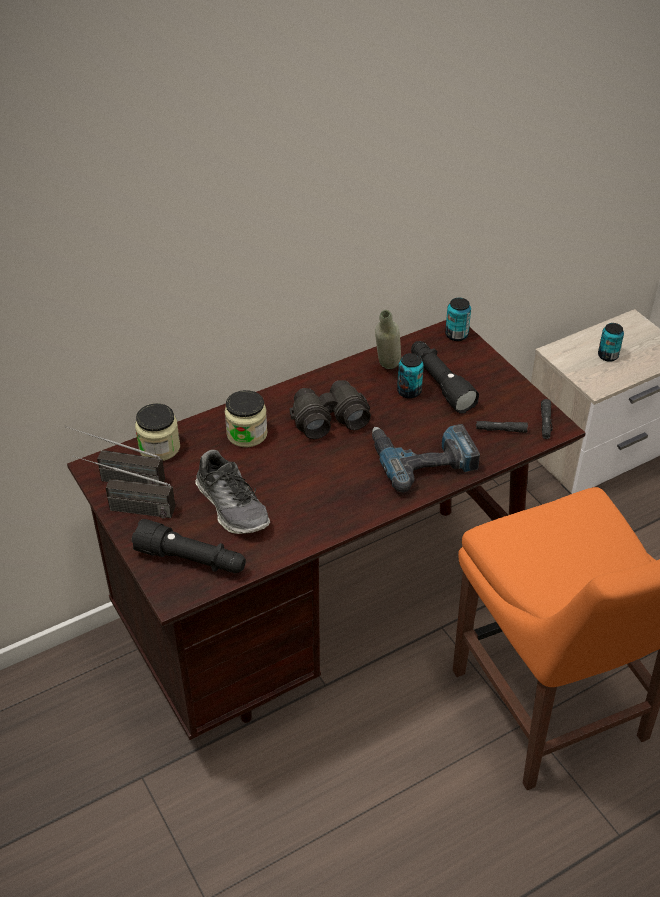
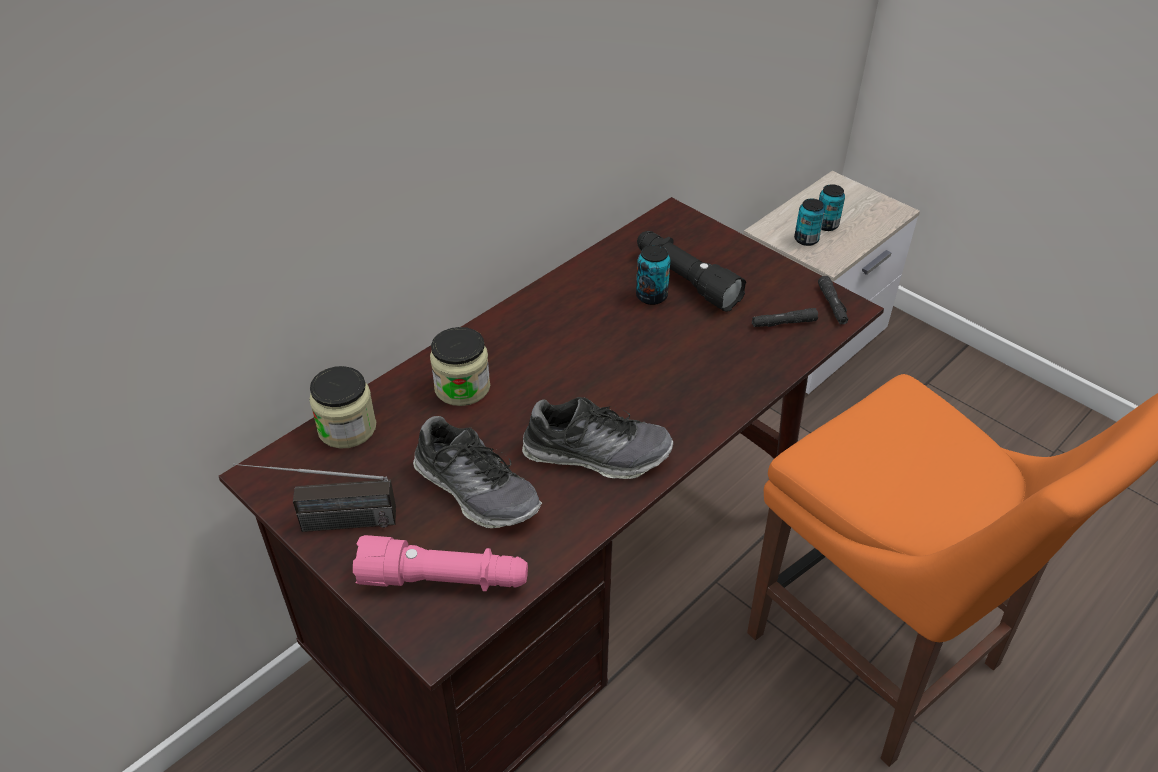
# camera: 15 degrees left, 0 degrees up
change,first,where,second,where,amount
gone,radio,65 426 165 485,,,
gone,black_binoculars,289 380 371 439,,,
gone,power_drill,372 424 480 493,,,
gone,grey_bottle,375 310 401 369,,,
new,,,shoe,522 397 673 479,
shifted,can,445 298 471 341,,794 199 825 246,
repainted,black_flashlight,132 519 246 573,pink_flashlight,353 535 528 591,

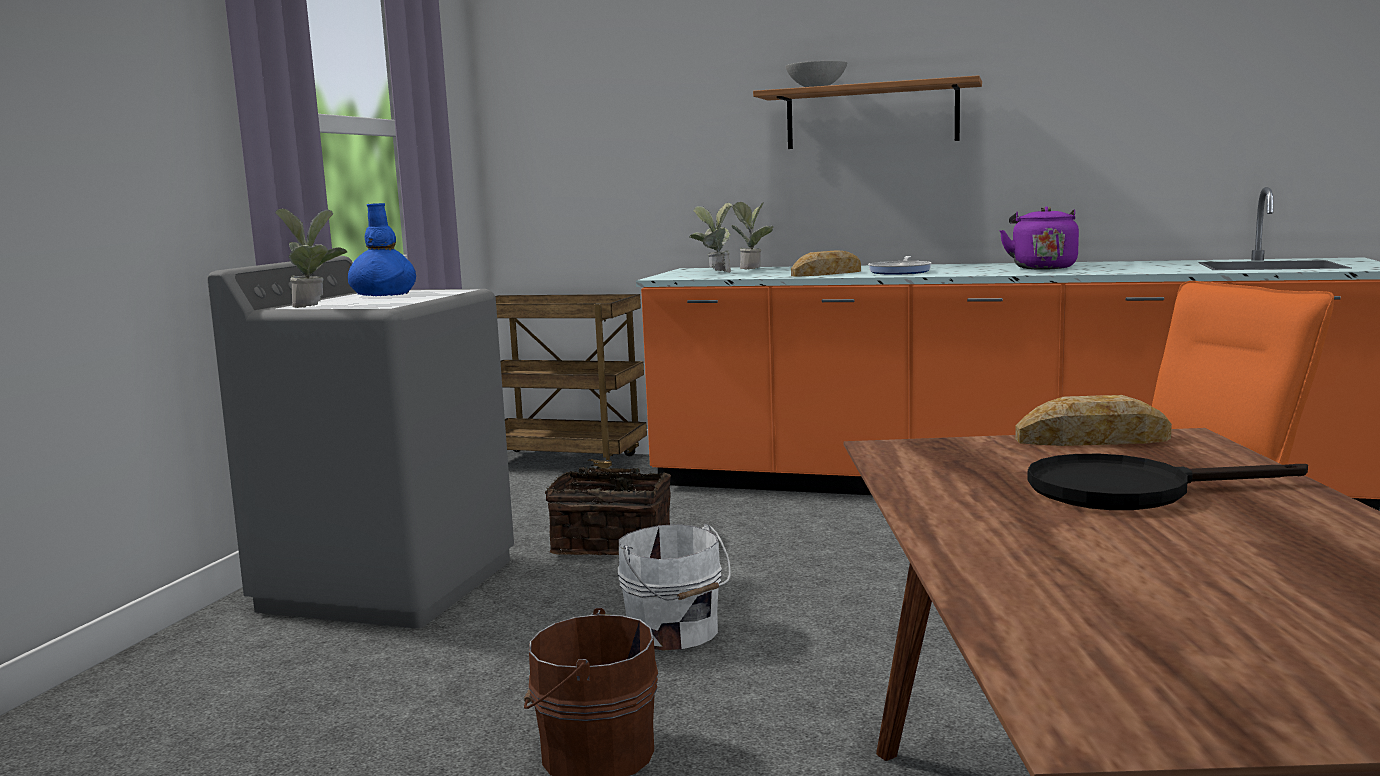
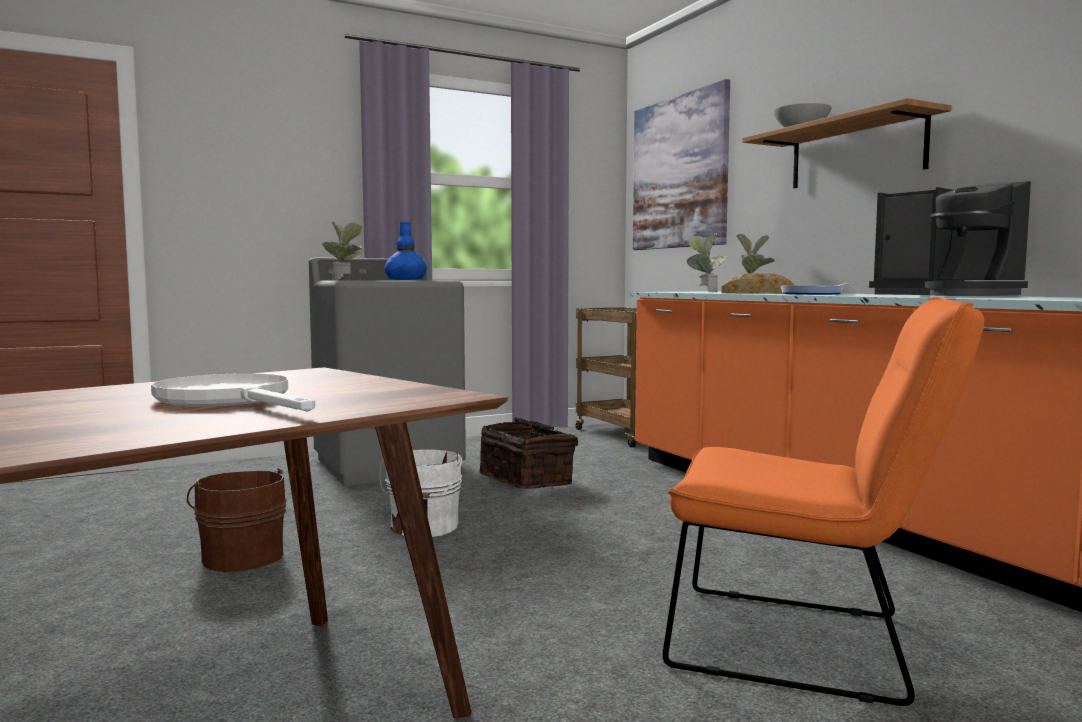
# camera: 45 degrees right, 5 degrees down
change,first,where,second,where,amount
gone,bread,1015 395 1172 446,,,
new,,,picture,633 79 730 250,
swapped,purple_kettle,999 206 1079 270,coffee_machine,869 181 1031 296,
repainted,black_frying_pan,1027 454 1308 510,white_frying_pan,151 373 315 412,

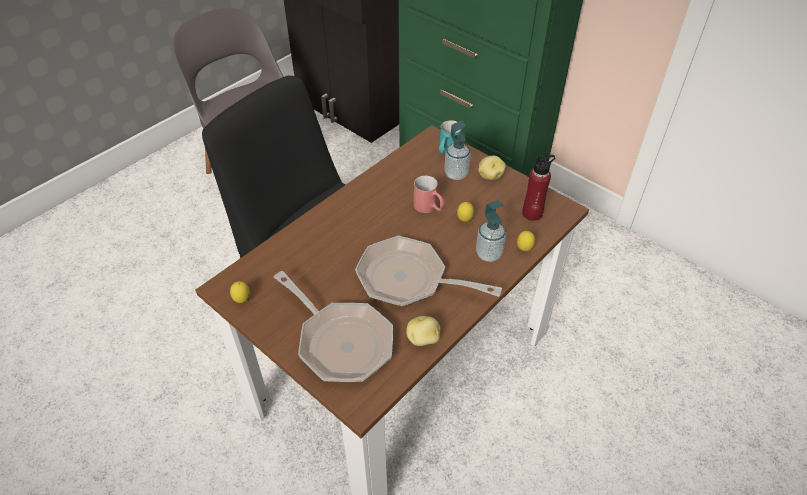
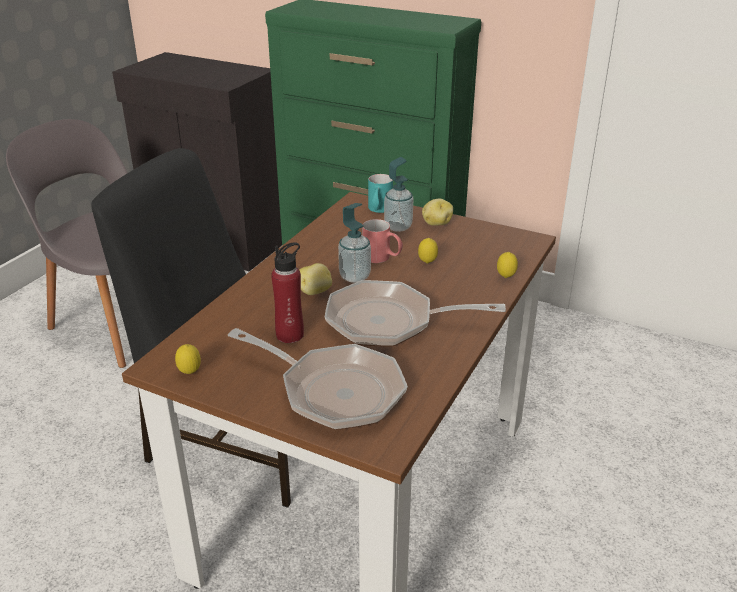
# camera: 15 degrees left, 15 degrees down
change,first,where,second,where,amount
shifted,potato,406 316 440 346,,299 263 332 295,
shifted,soap_dispenser,476 200 506 262,,338 203 371 283,
shifted,red_bottle,522 155 555 221,,271 242 304 343,

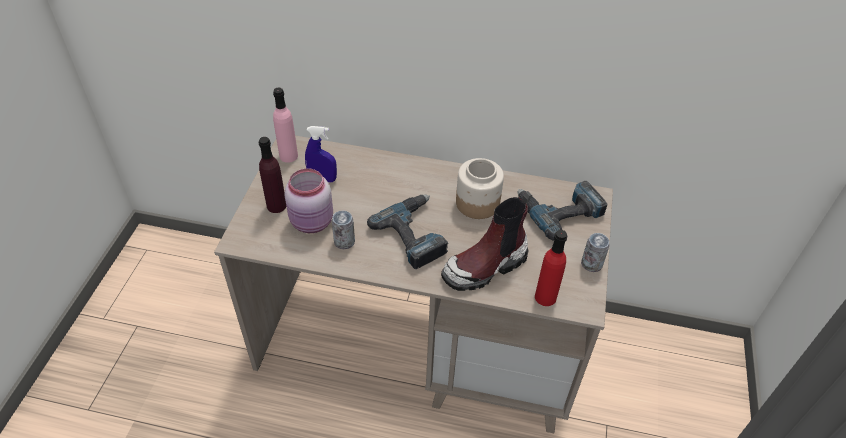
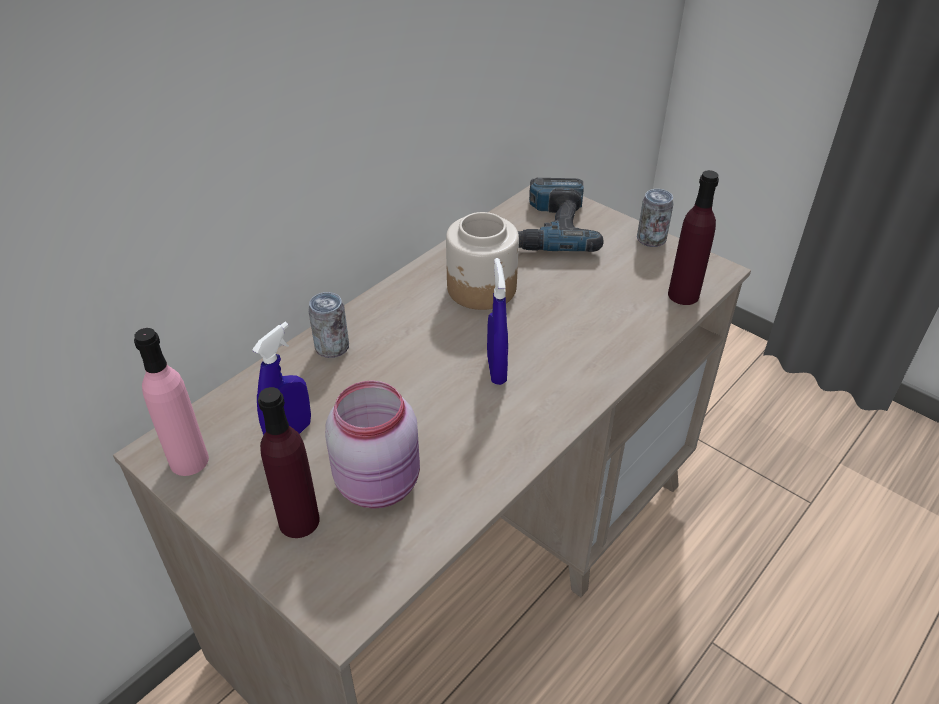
# camera: 60 degrees left, 5 degrees down
change,first,where,second,where,amount
gone,boot,441 191 532 291,,,
shifted,can,332 210 355 249,,309 292 349 358,
swapped,power_drill,367 194 449 269,blue_spray_bottle,487 258 508 385,
repainted,red_bottle,535 230 567 306,purple_bottle,668 170 719 305,

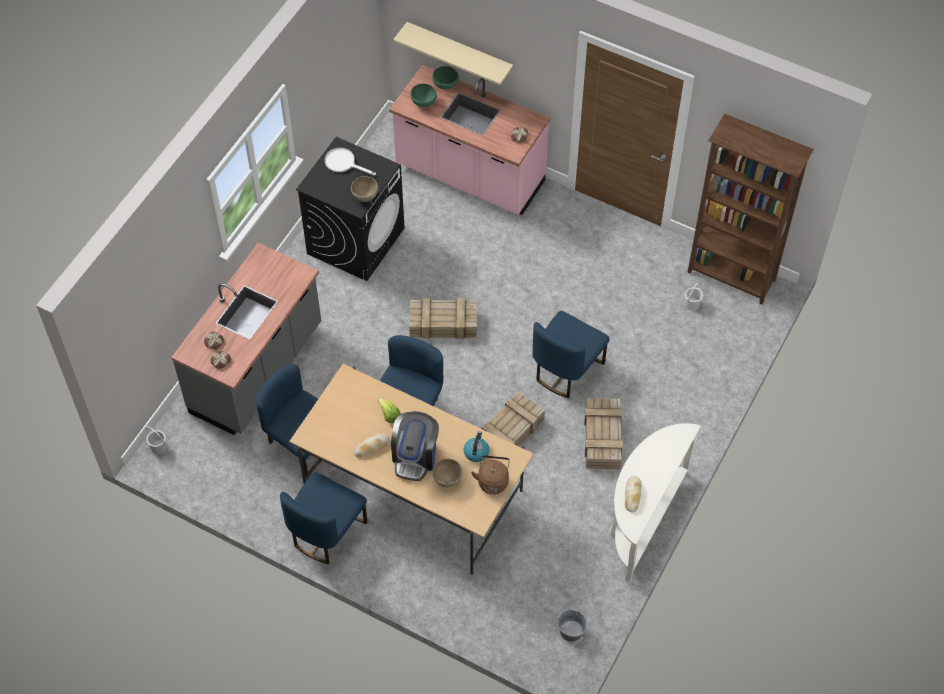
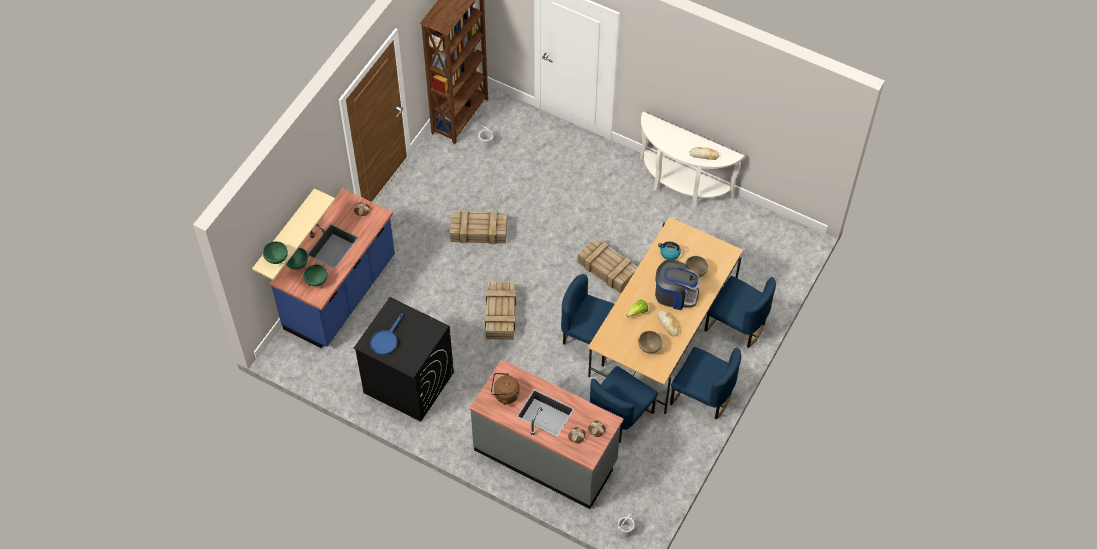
# camera: 90 degrees left, 0 degrees up
change,first,where,second,where,amount
gone,grey_bucket,557 609 587 642,,,
new,,,green_bowl,263 241 288 264,
shifted,brown_bowl,351 176 378 202,,638 331 662 354,
shifted,brown_kettle,471 455 510 494,,491 373 520 405,
shifted,blue_chair,532 311 609 398,,704 276 776 348,
shifted,crate,584 398 623 469,,450 210 507 244,
repainted,white_frying_pan,325 148 376 175,blue_frying_pan,370 314 403 355,
repainted,pink_counter,389 65 550 215,blue_counter,270 188 395 348,

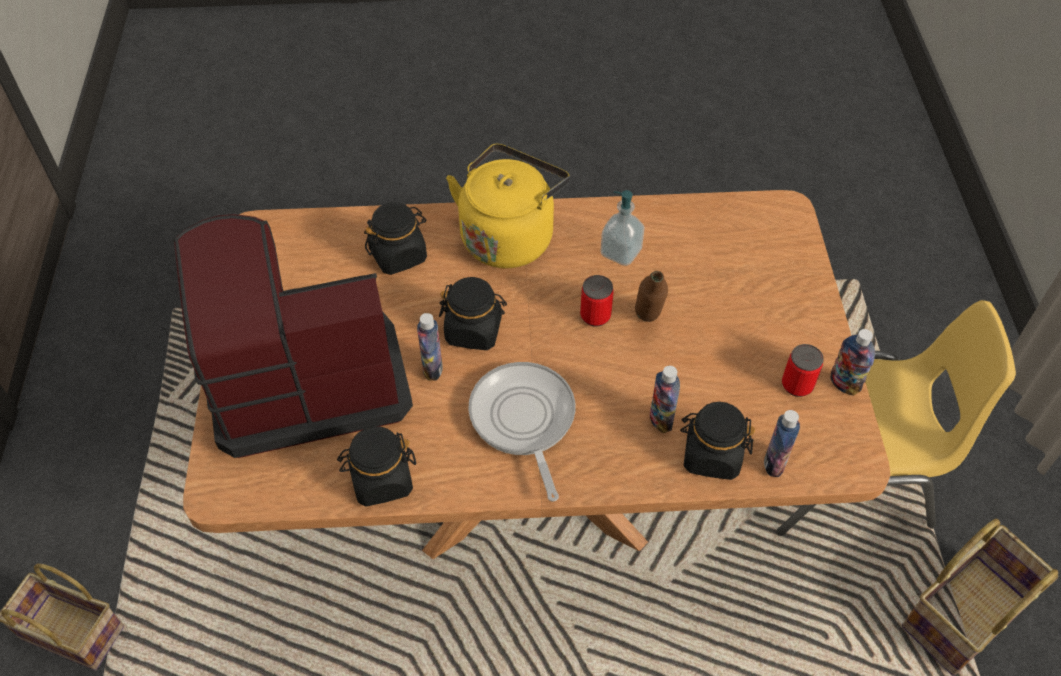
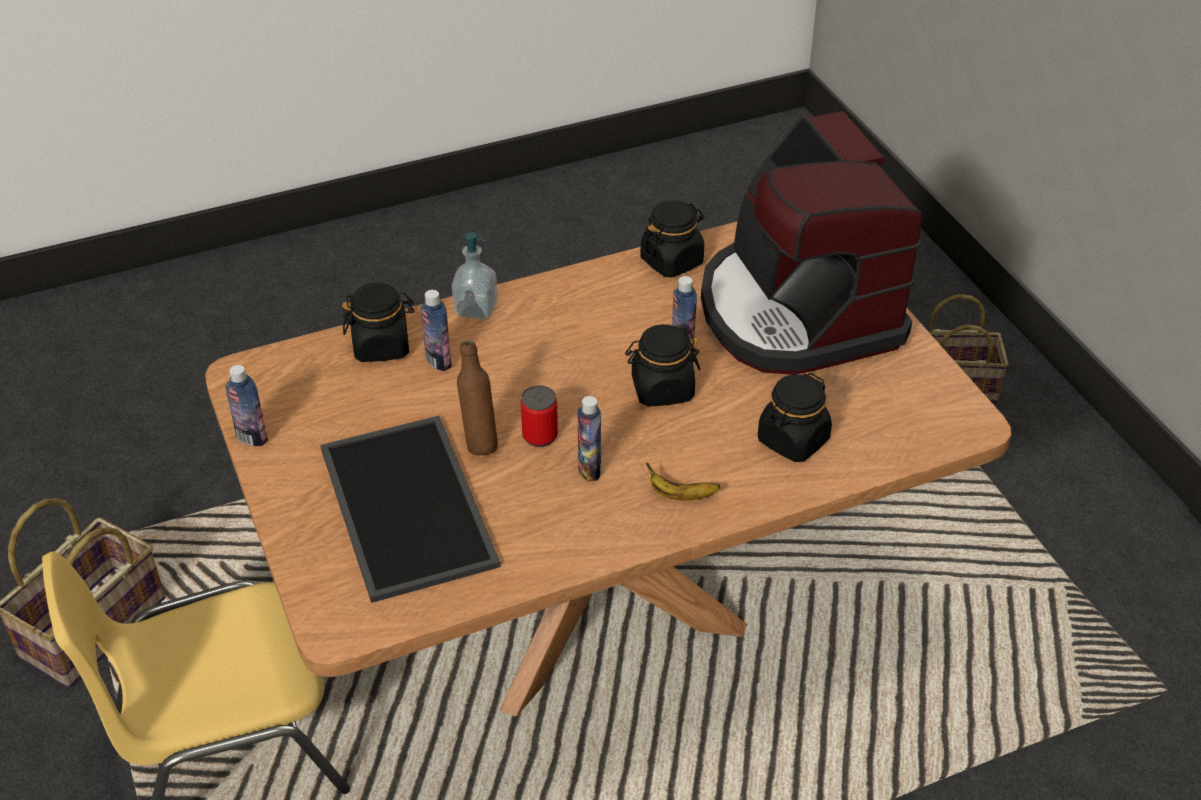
# camera: 160 degrees right, 10 degrees down
change,first,where,second,where,amount
gone,frying_pan,468 362 575 502,,,
gone,can,782 344 824 397,,,
new,,,tray,320 416 500 603,
shifted,soap_dispenser,600 190 645 266,,452 232 498 320,
shifted,bottle,764 410 800 477,,577 396 601 482,
swapped,yellow_kettle,446 144 570 268,banana,646 462 720 500,
rotated,coffee_machine,173 214 413 458,,701 111 923 375,105 degrees clockwise

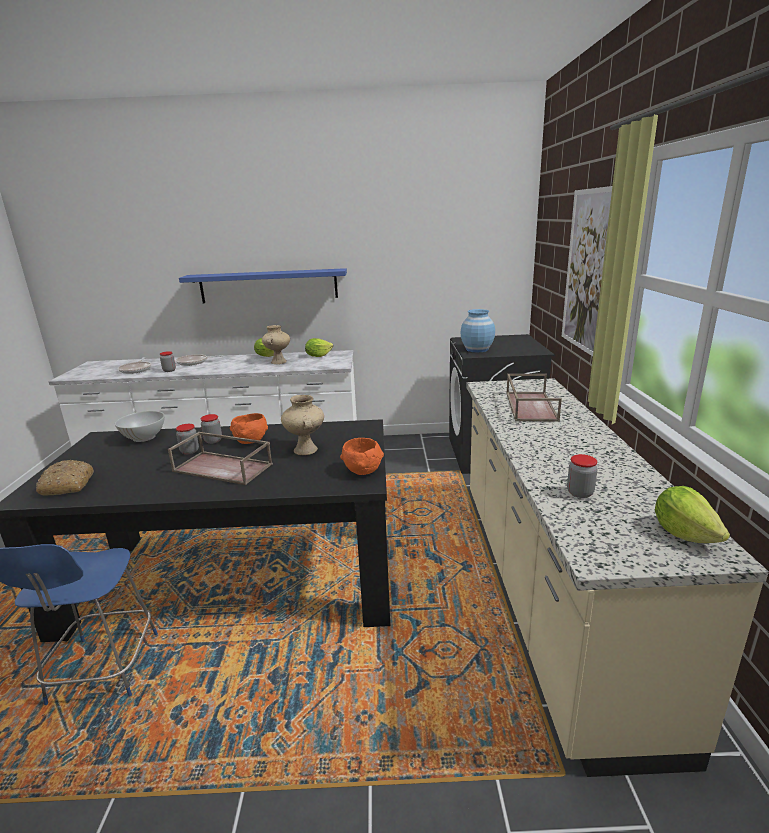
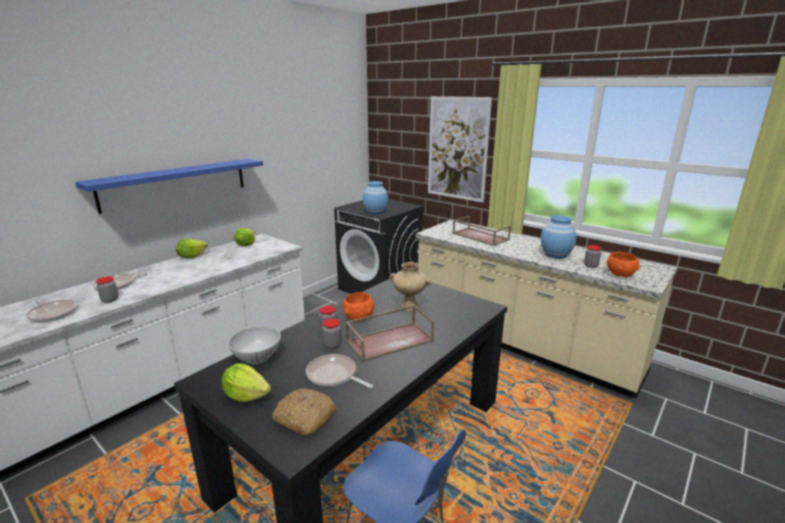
# camera: 50 degrees left, 0 degrees up
change,first,where,second,where,amount
gone,beige_vase,262 325 290 364,,,
new,,,frying_pan,306 354 373 388,
new,,,blue_vase,541 215 577 259,
shifted,orange_bowl,340 438 384 475,,606 252 640 277,
shifted,lettuce,655 486 730 543,,222 363 271 402,

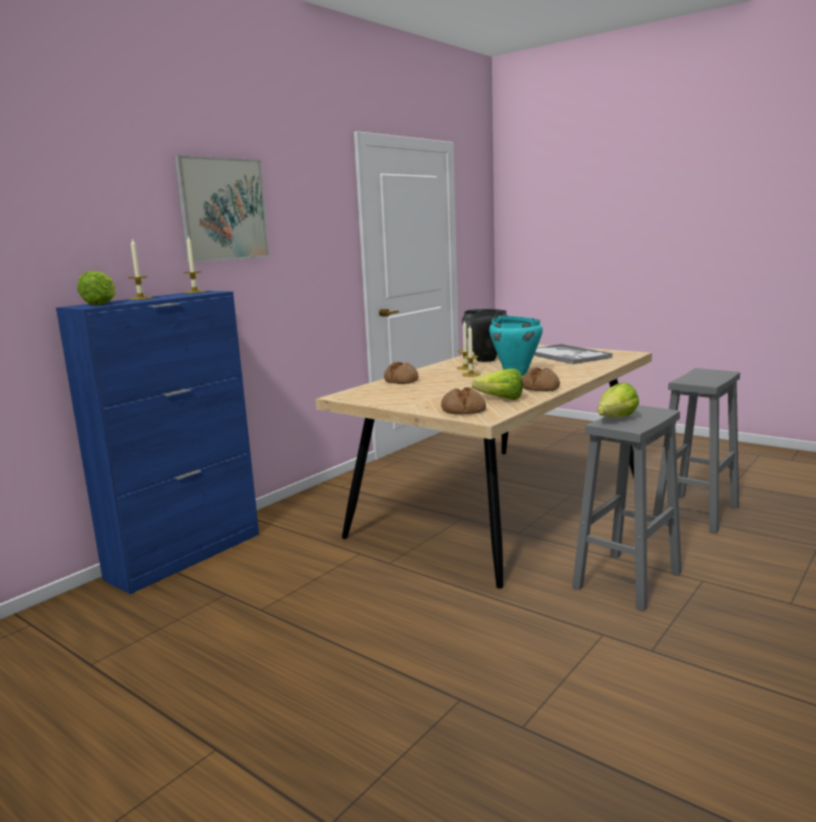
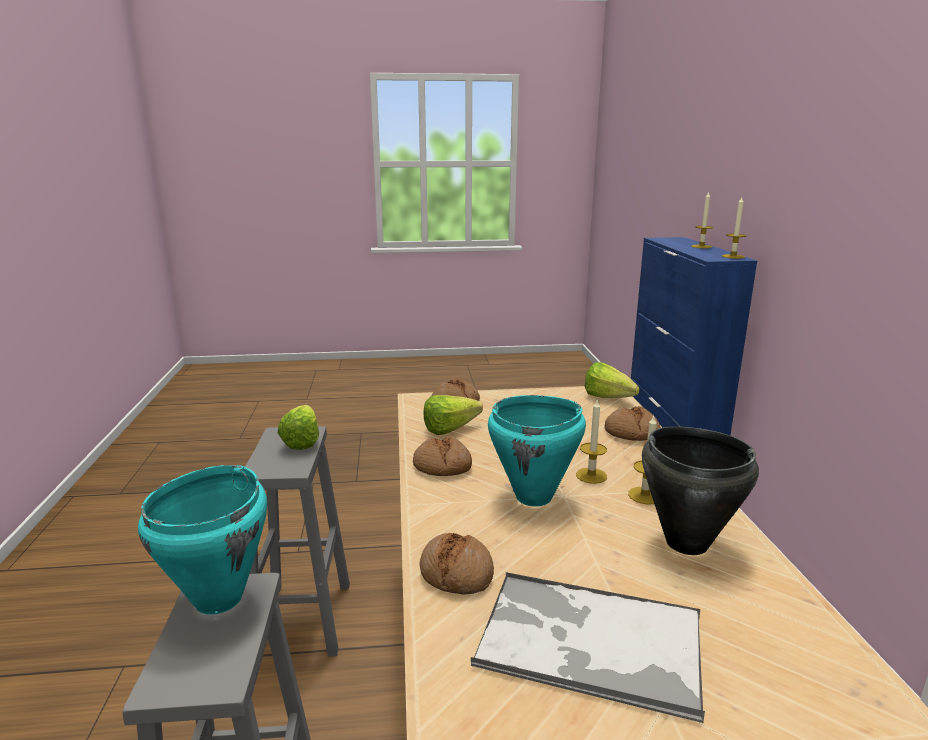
# camera: 135 degrees right, 5 degrees up
change,first,where,second,where,amount
gone,picture,174 155 270 263,,,
new,,,turquoise_cooking_pot,138 465 267 615,
new,,,bread,420 533 494 595,
shifted,lettuce,77 271 116 306,,585 362 639 398,

